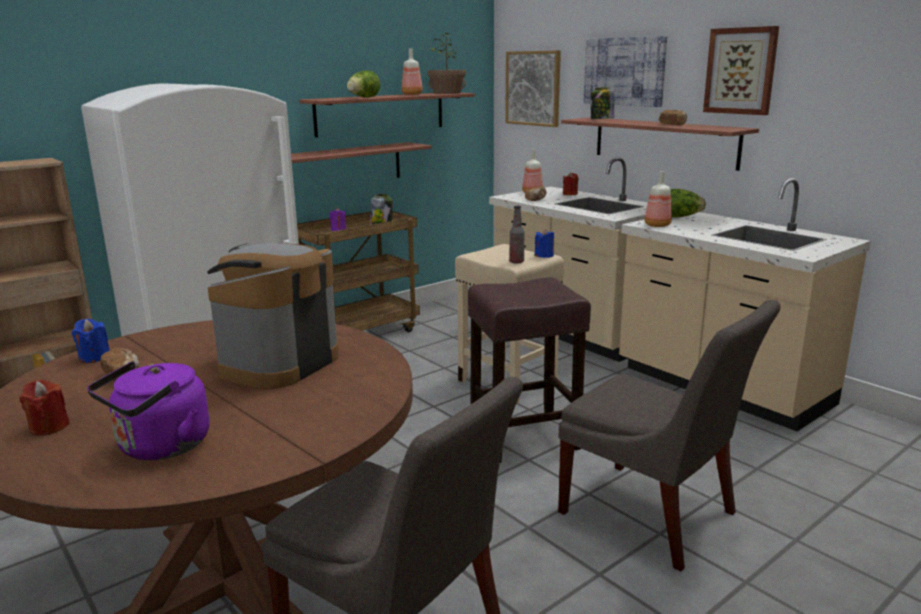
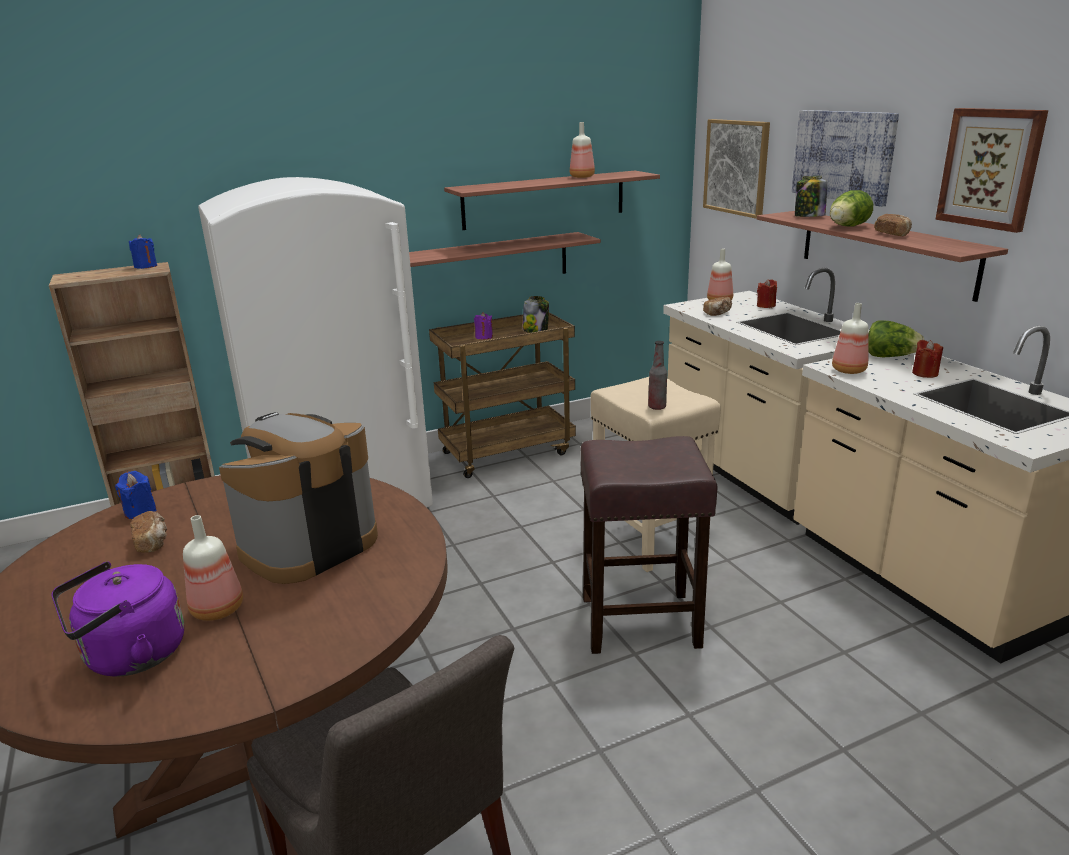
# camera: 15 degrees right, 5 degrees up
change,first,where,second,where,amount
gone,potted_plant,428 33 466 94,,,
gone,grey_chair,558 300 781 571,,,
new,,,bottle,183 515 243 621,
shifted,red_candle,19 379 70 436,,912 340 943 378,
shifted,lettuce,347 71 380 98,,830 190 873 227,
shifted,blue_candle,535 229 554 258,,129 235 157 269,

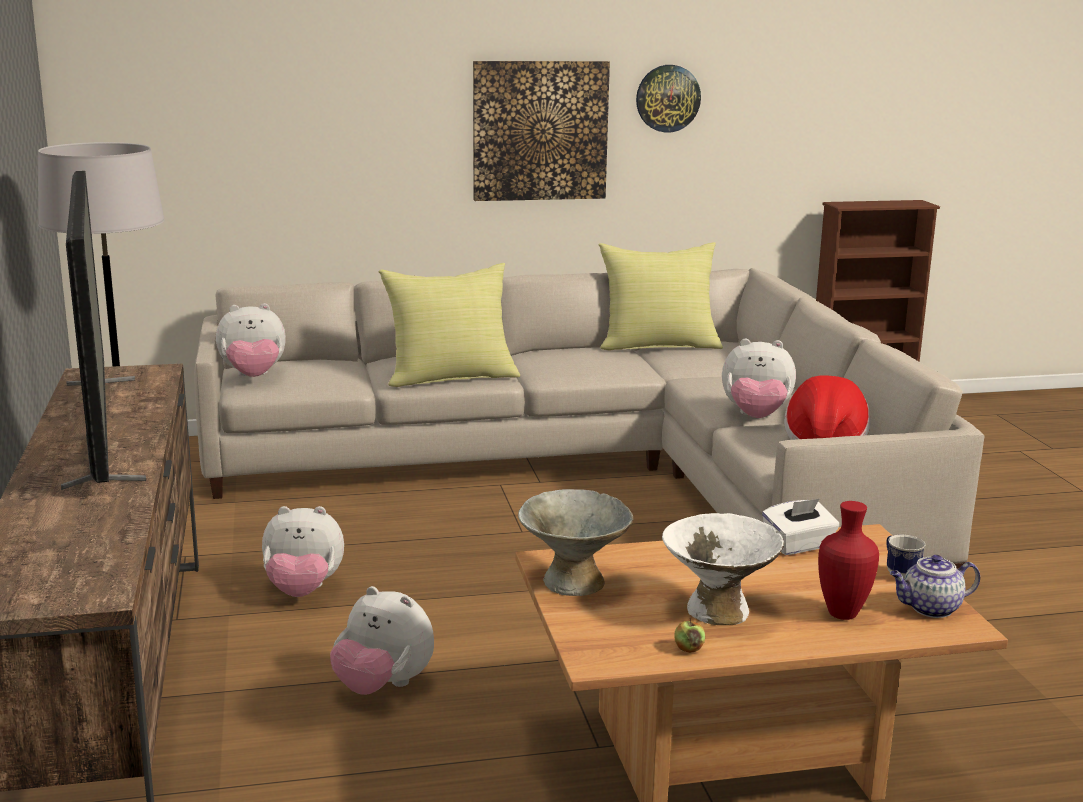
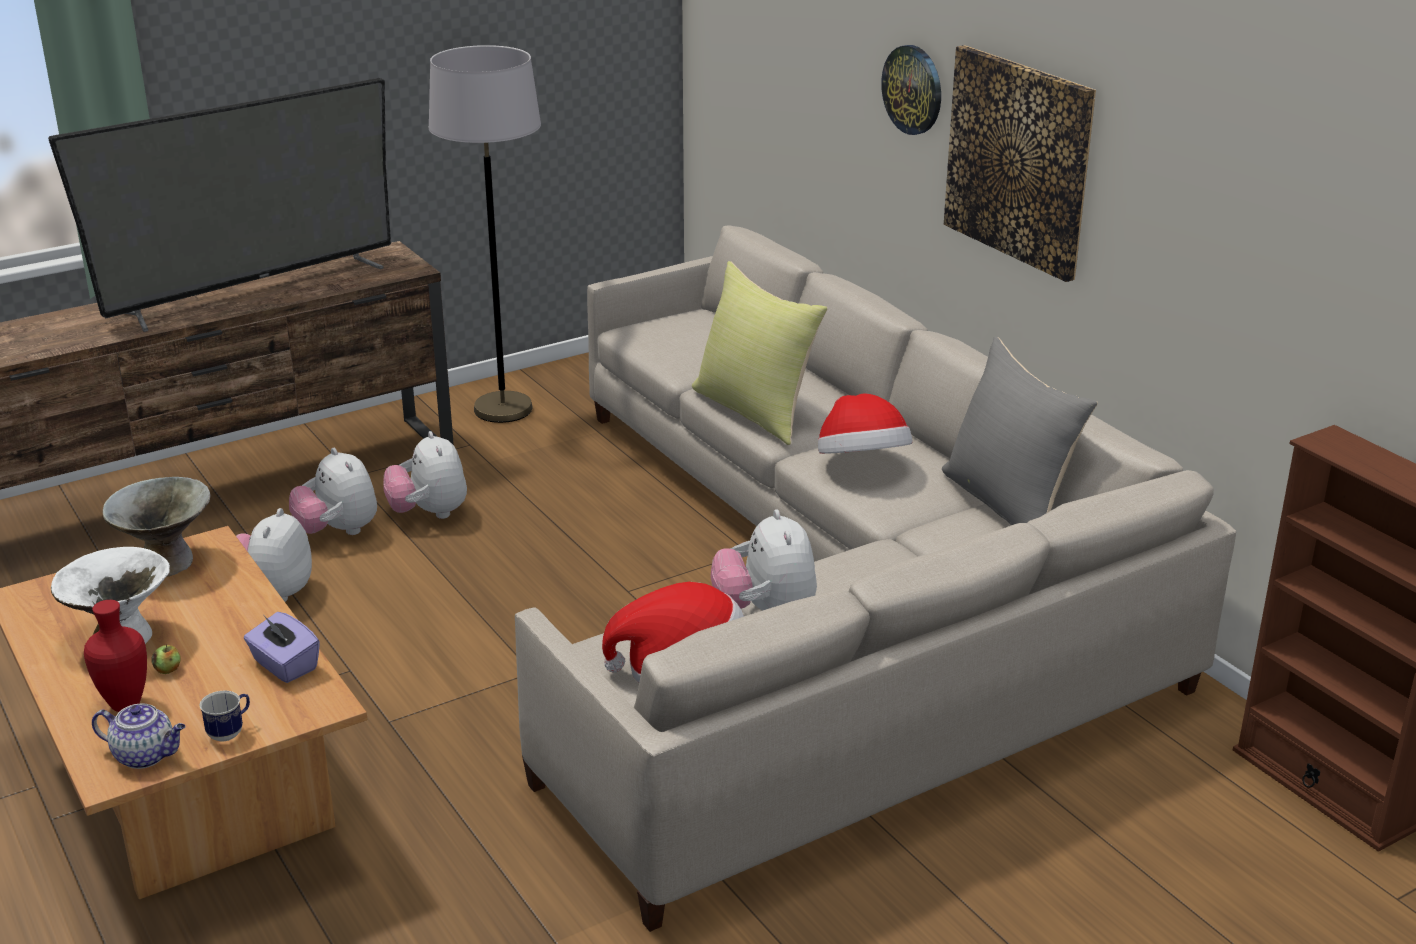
# camera: 70 degrees right, 10 degrees up
change,first,where,second,where,amount
new,,,hat,818 394 913 454,
shifted,plush_toy,216 303 286 377,,289 448 377 535,
shifted,wall_clock,636 65 701 133,,881 45 941 135,
shifted,apple,674 618 705 653,,151 644 180 674,
repainted,yellow_pillow,599 242 723 351,grey_pillow,942 337 1098 525,
repainted,white_tissue_box,762 499 839 555,purple_tissue_box,244 612 320 683,
rotated,teapot,890 555 980 618,,92 703 186 769,135 degrees clockwise

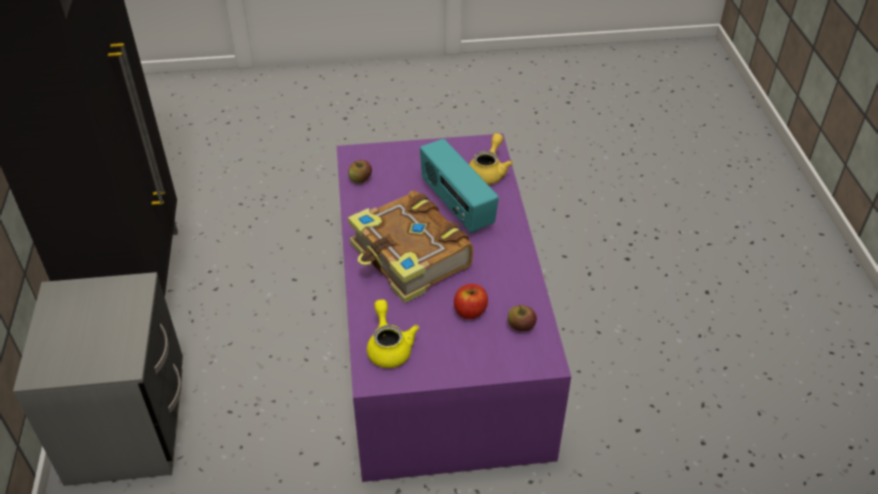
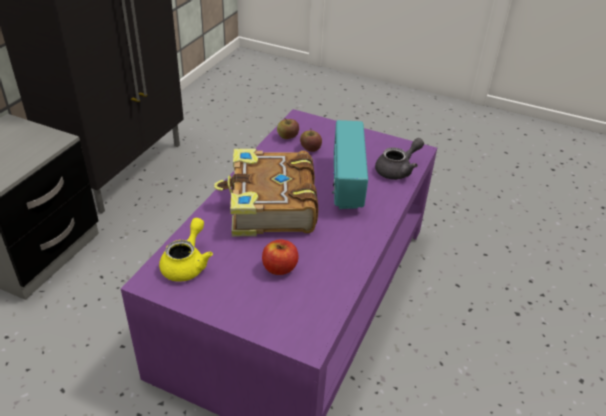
# camera: 30 degrees right, 5 degrees down
change,first,where,second,where,amount
shifted,apple,508 305 537 332,,300 128 322 152,
repainted,yellow_teapot,469 133 513 185,grey_teapot,375 138 424 180,

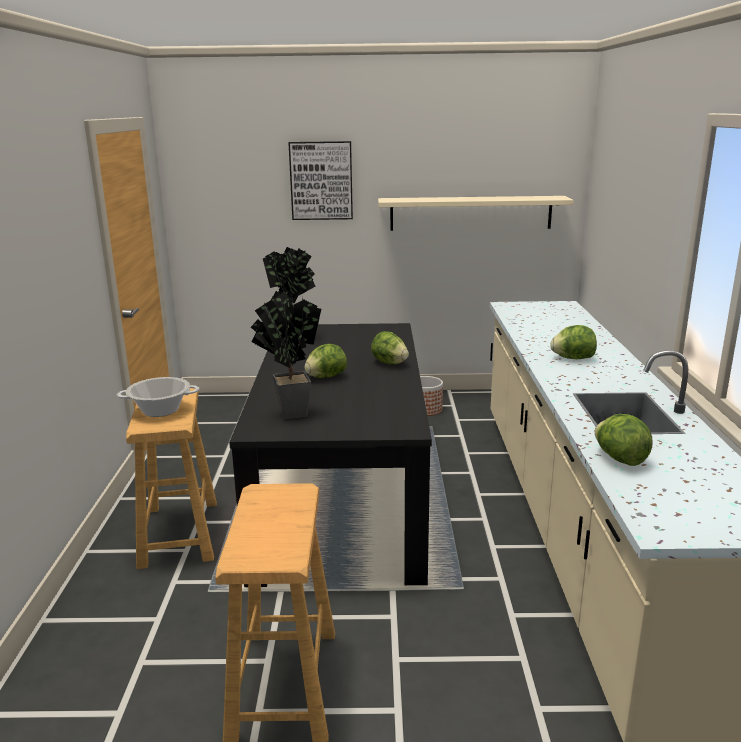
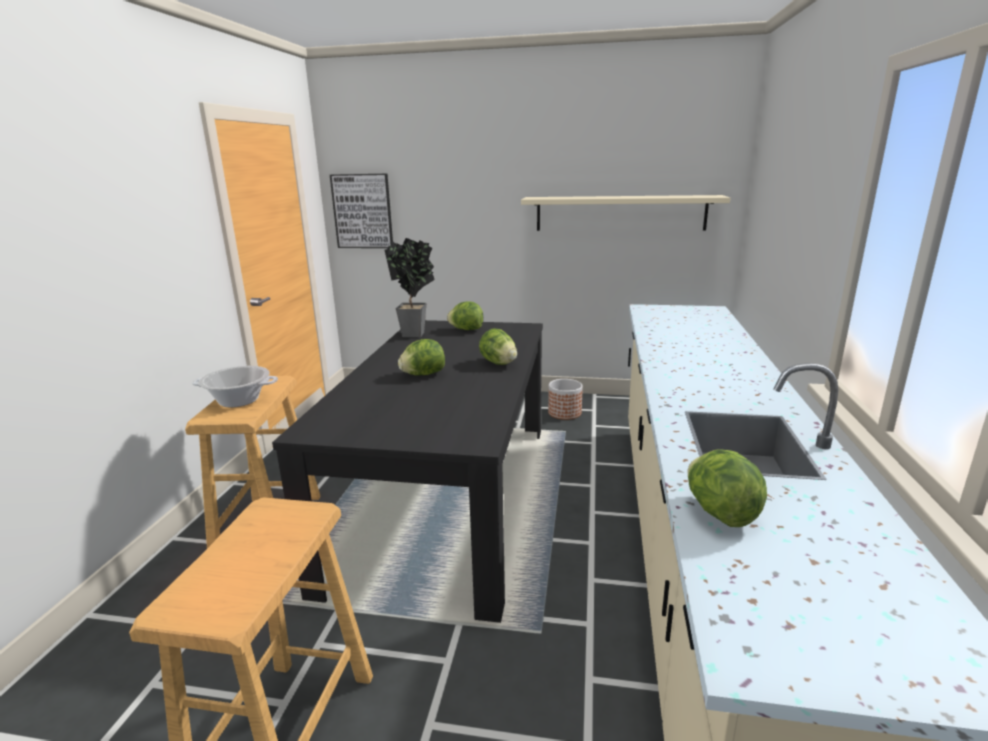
# camera: 10 degrees right, 0 degrees up
change,first,where,second,where,amount
gone,potted_plant,251 291 321 420,,,
shifted,picture,288 141 353 220,,330 174 393 248,
shifted,lettuce,551 325 597 359,,447 301 483 330,

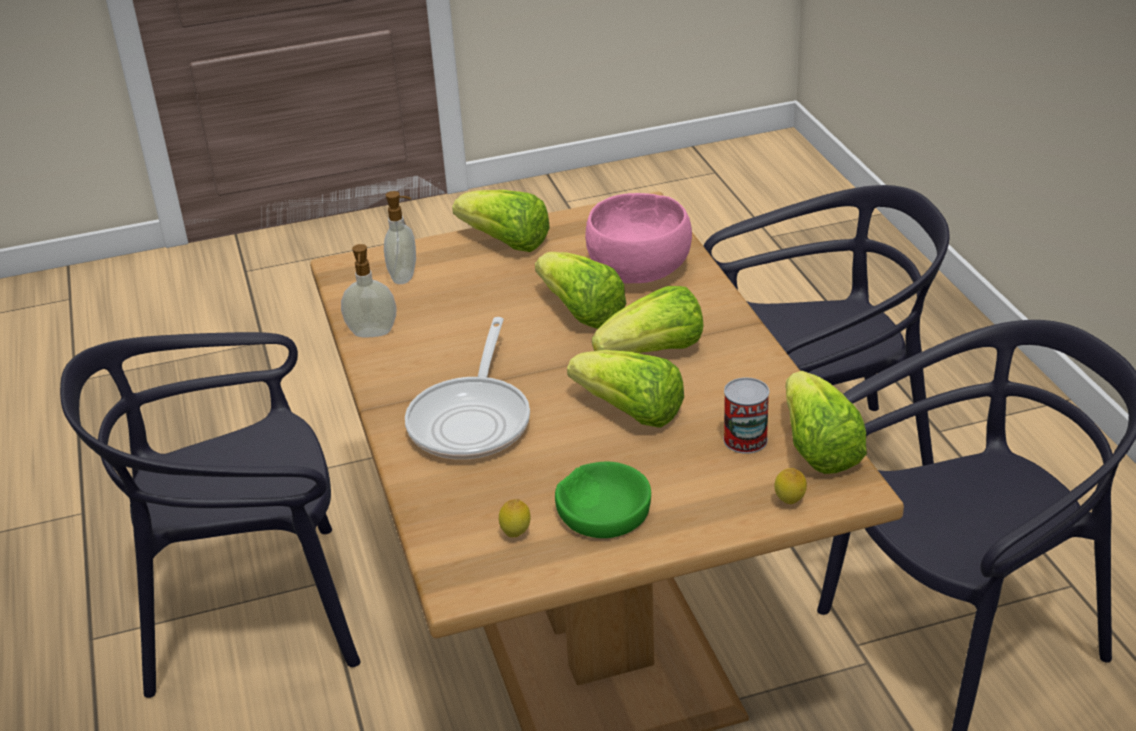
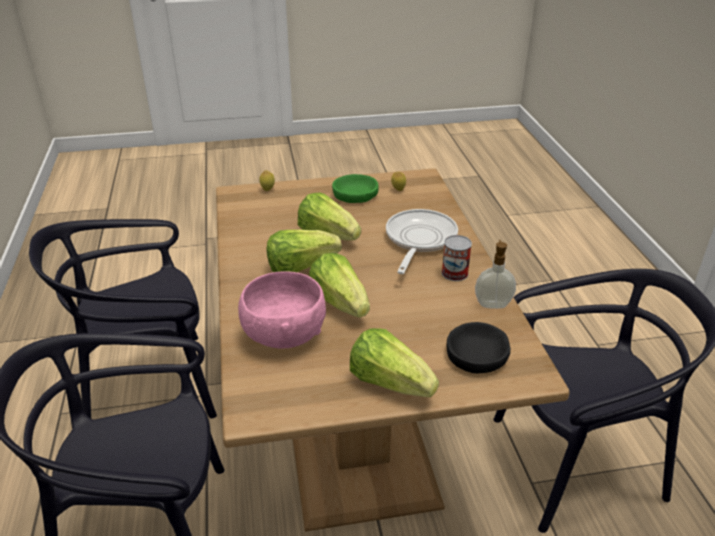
# camera: 175 degrees left, 0 degrees up
change,first,where,second,where,amount
gone,lettuce,785 371 867 474,,,
shifted,can,723 378 769 454,,442 235 472 281,
swapped,soap_dispenser,384 191 416 284,black_bowl,447 322 511 373,

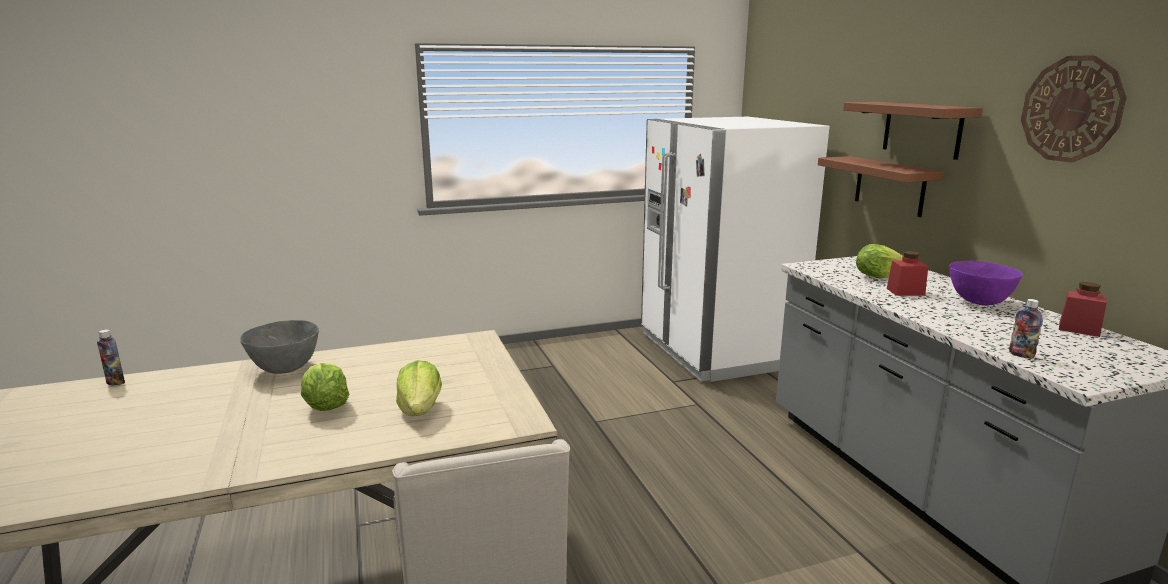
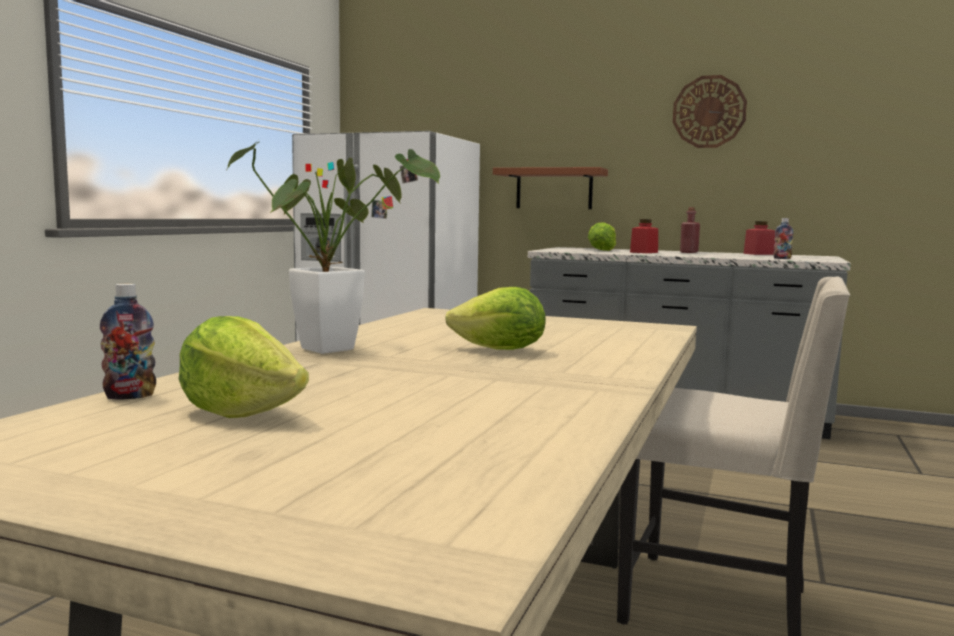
# camera: 50 degrees left, 10 degrees down
change,first,where,second,where,amount
gone,brown_shelf,843 102 983 160,,,
shifted,lettuce,396 360 442 416,,179 316 309 418,
swapped,grey_bowl,240 320 319 374,potted_plant,227 140 440 354,
swapped,purple_bowl,949 261 1023 306,red_bottle,680 207 700 253,

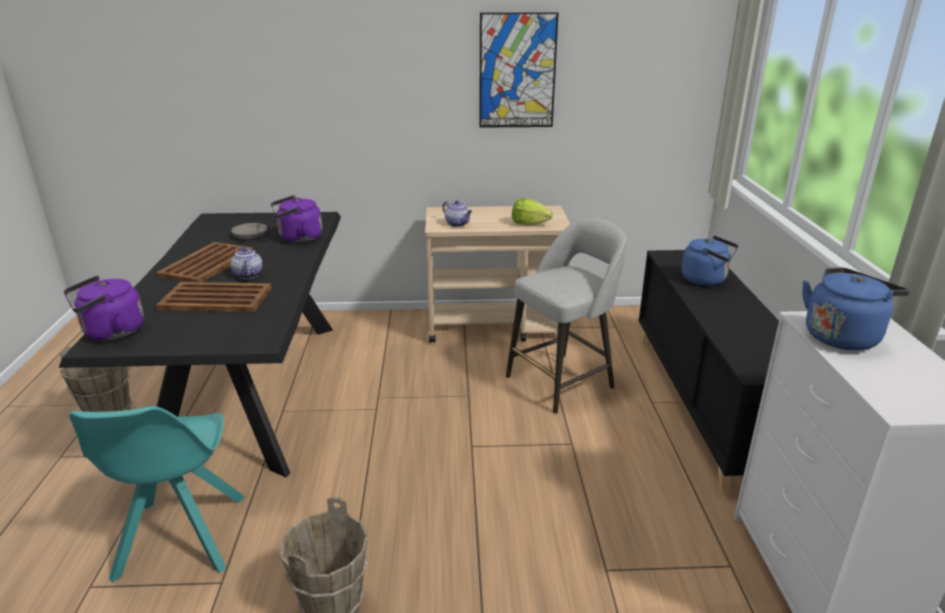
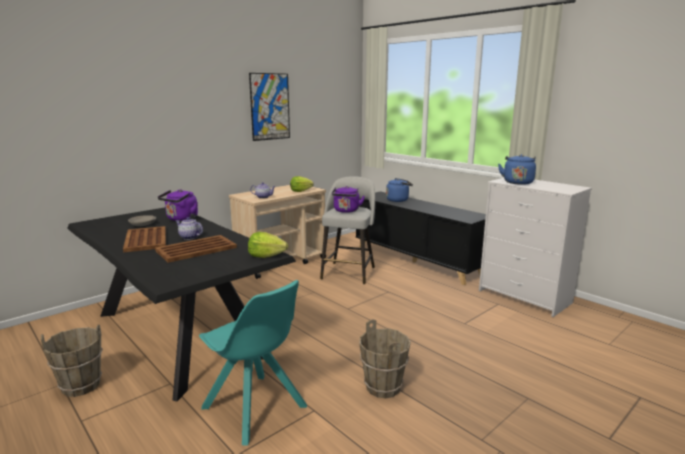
# camera: 40 degrees left, 10 degrees down
change,first,where,second,where,amount
new,,,lettuce,248 232 288 258,
shifted,purple_kettle,64 276 144 341,,332 186 365 213,

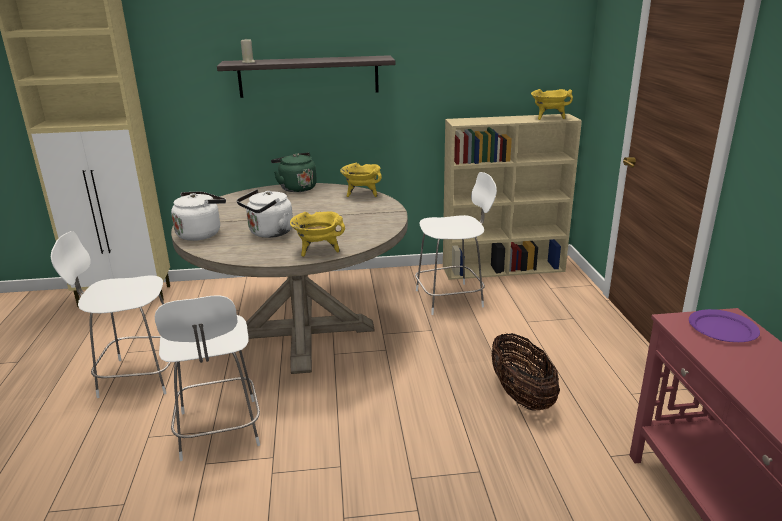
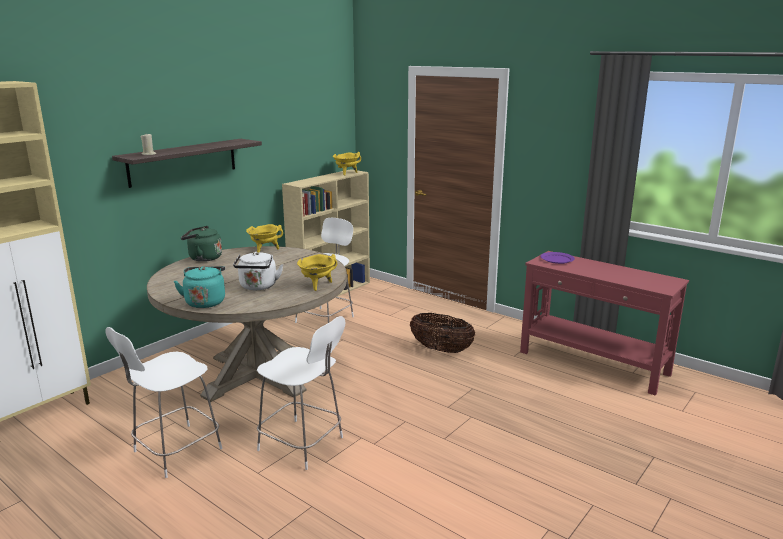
# camera: 45 degrees left, 5 degrees down
change,first,where,second,where,amount
repainted,white_kettle,171 191 226 241,turquoise_kettle,174 266 225 308,

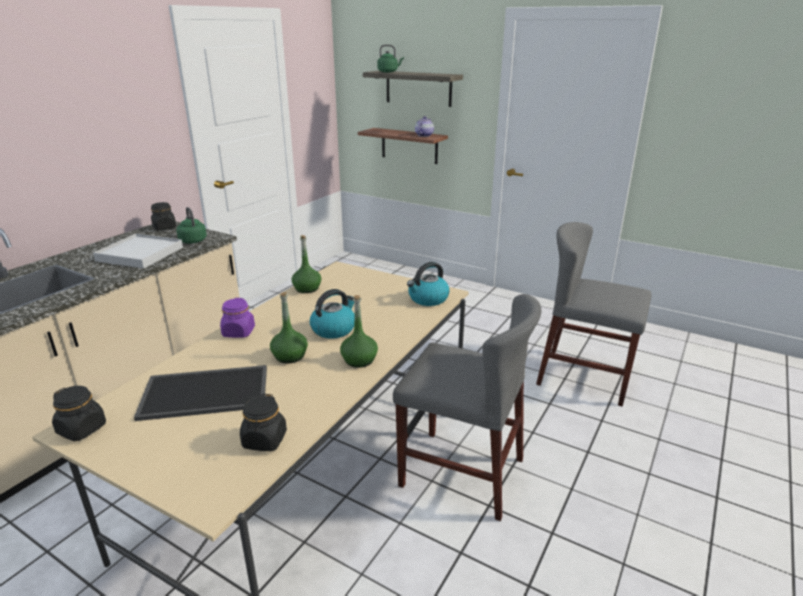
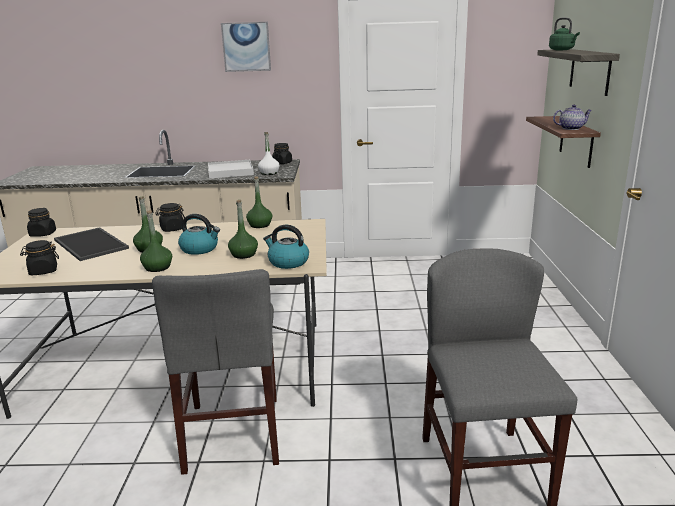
# camera: 60 degrees right, 5 degrees down
change,first,where,second,where,amount
new,,,picture,221 22 271 72,
new,,,green_bottle,228 200 258 259,
swapped,green_kettle,176 207 207 243,white_bottle,258 132 280 175,
repainted,purple_jar,220 298 255 338,black_jar,155 203 185 232,

